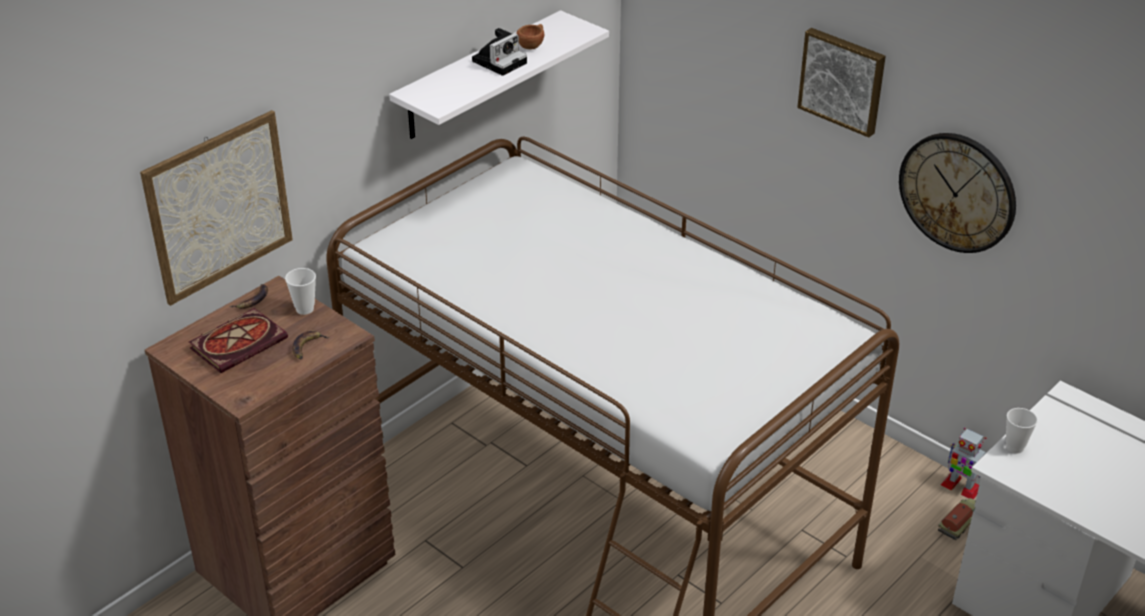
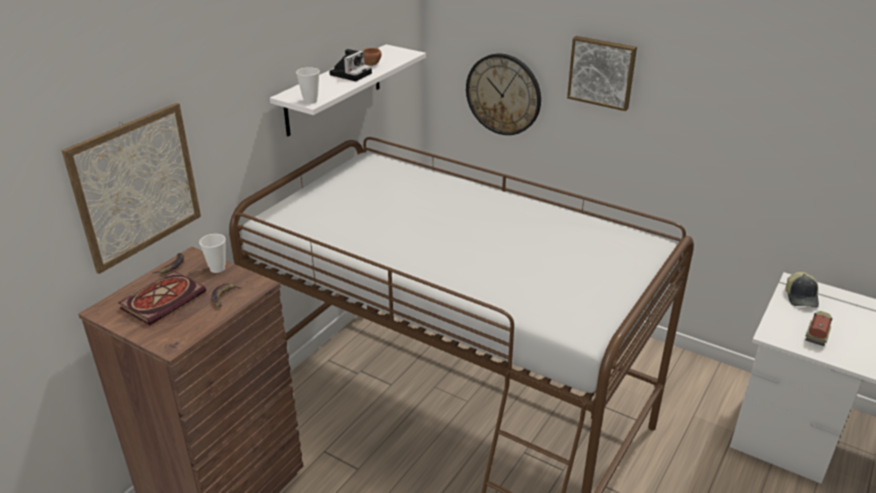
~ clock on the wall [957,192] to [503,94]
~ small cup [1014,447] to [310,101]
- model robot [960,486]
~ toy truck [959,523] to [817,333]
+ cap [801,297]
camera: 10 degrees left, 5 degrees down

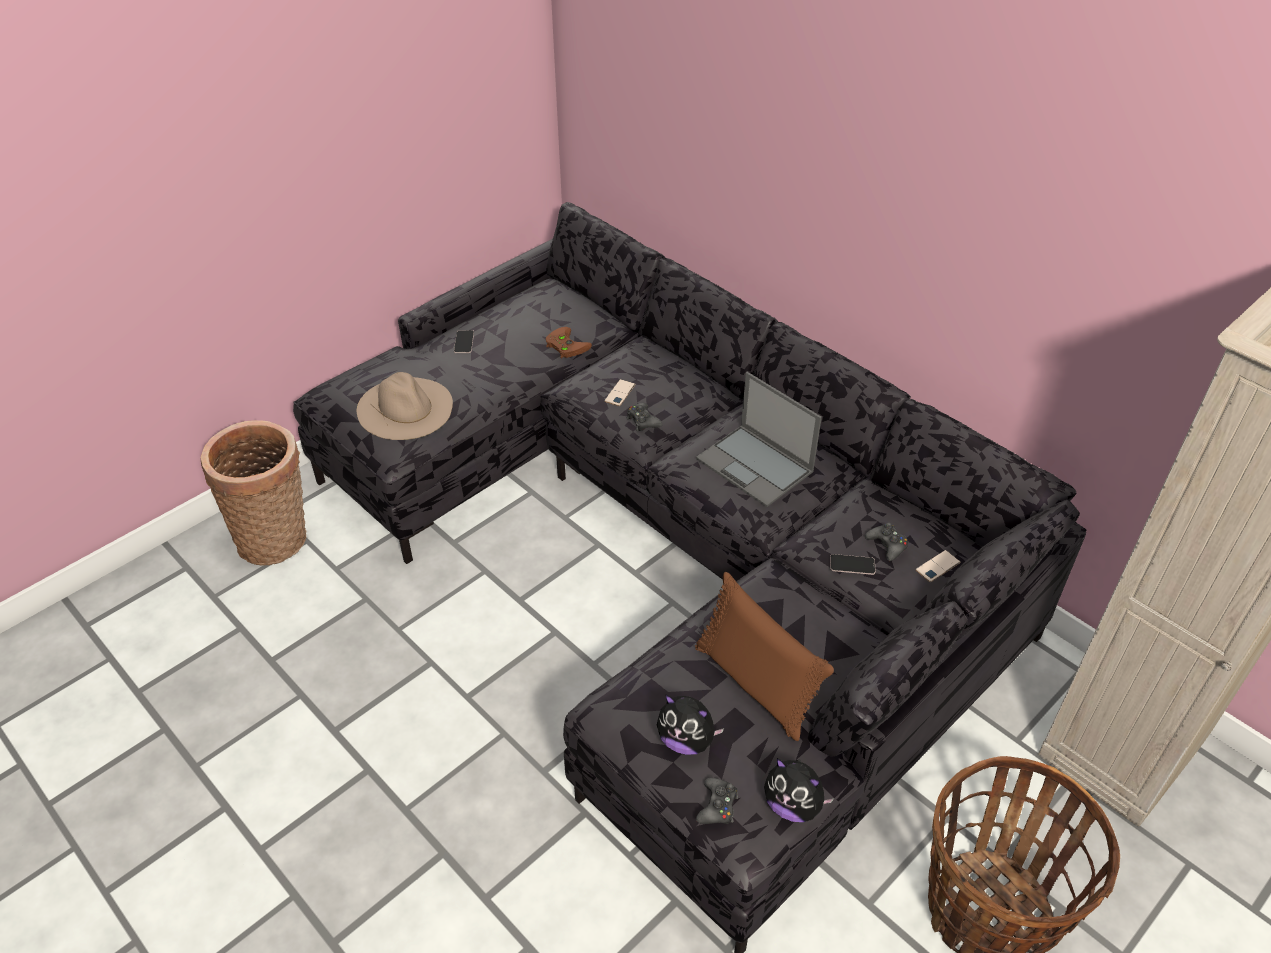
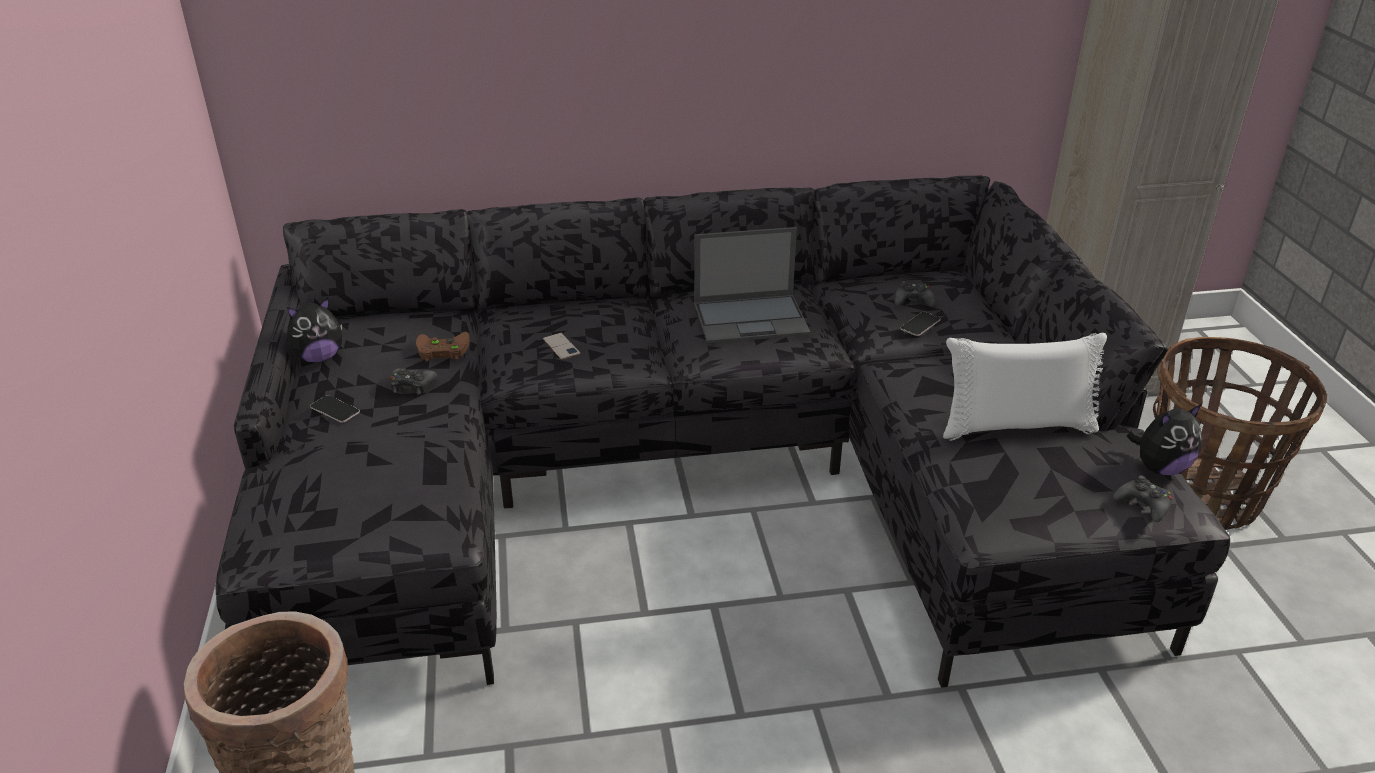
- beige wearable hat [405,408]
~ black gamepad [643,421] to [412,385]
- phone [937,566]
~ brown-coloured cushion [756,683] to white-coloured cushion [1016,426]
~ soft toy [686,740] to [319,357]
camera: 55 degrees left, 10 degrees down

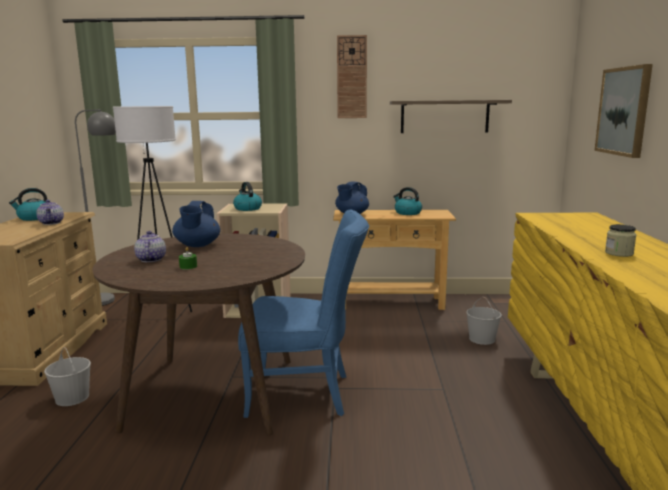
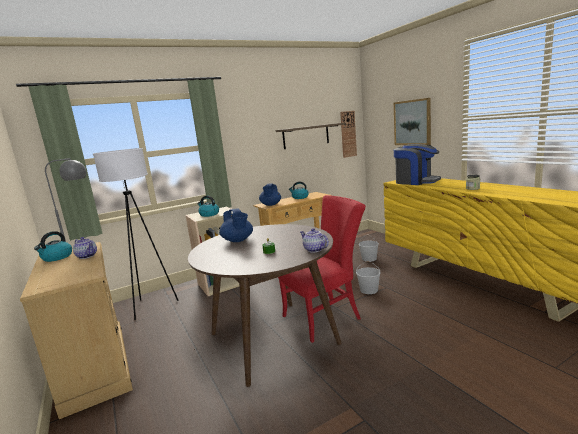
~ clock on the wall [352,77] to [348,134]
~ bluish plain chair [306,393] to red plain chair [326,316]
~ pot for tea [150,259] to [314,250]
~ white-coloured bucket [72,398] to [369,290]
+ coffee machine [416,181]
camera: 30 degrees left, 0 degrees up

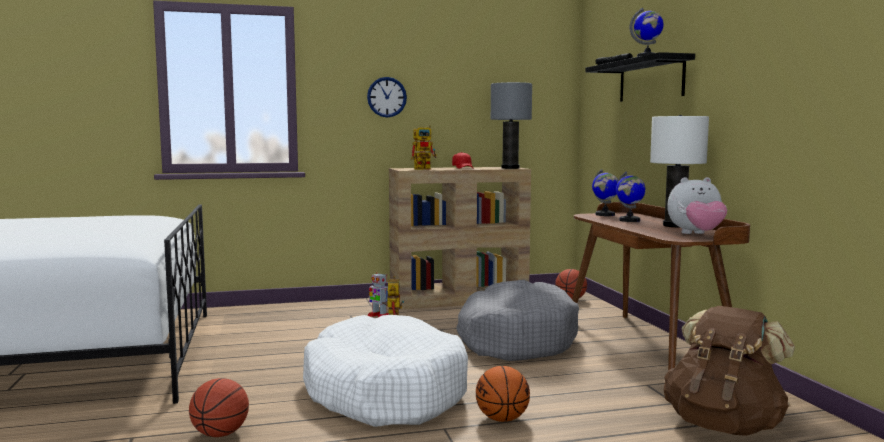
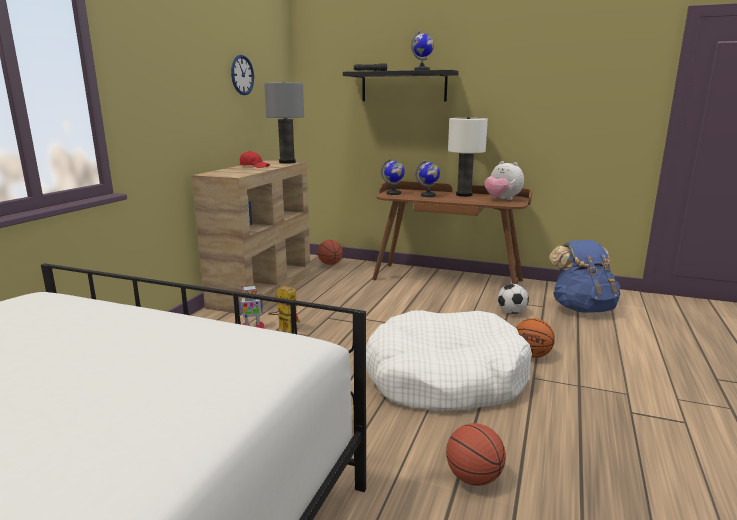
~ clock on the wall [386,97] to [242,75]
- model robot [425,169]
~ soft toy [696,234] = [502,199] 105 degrees clockwise
- grey pet bed [516,339]
~ brown-coloured knapsack [723,425] to bluish knapsack [582,308]
+ football ball [511,312]
camera: 55 degrees left, 10 degrees up

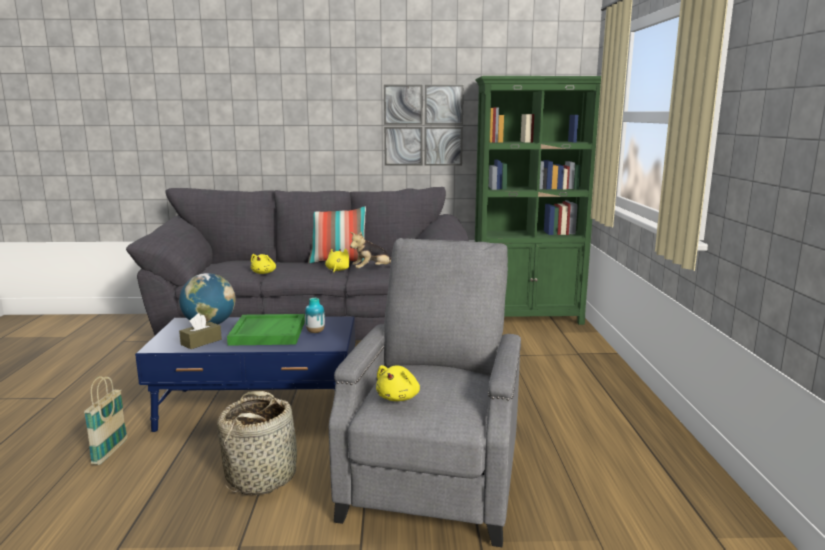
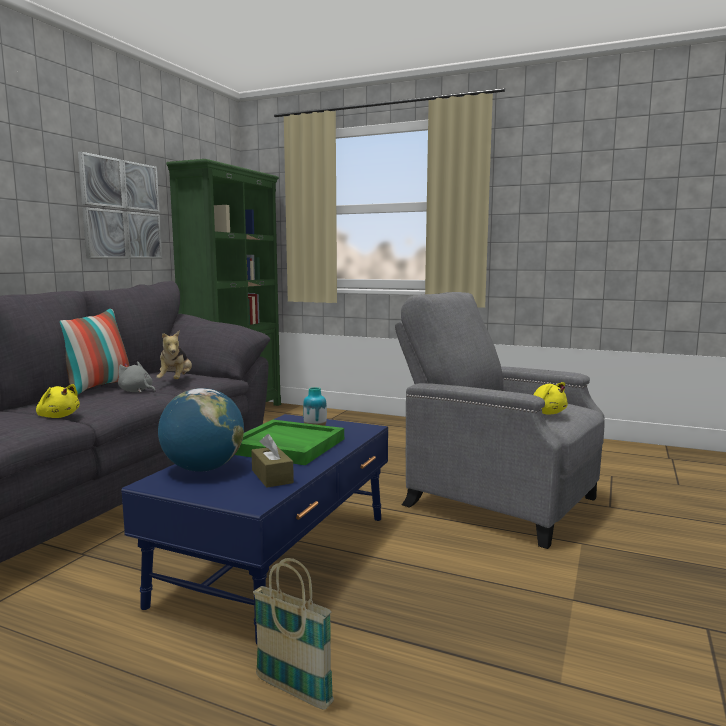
~ yellow-coloured soft toy [337,270] to grey soft toy [137,391]
- household basket [262,476]
camera: 65 degrees left, 5 degrees down

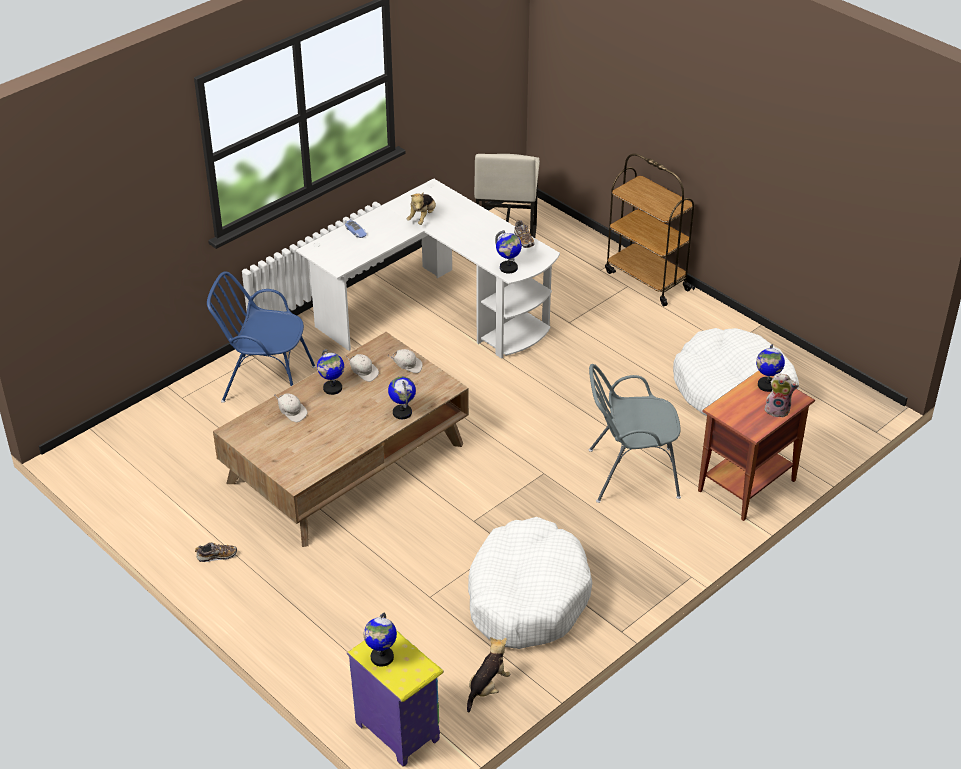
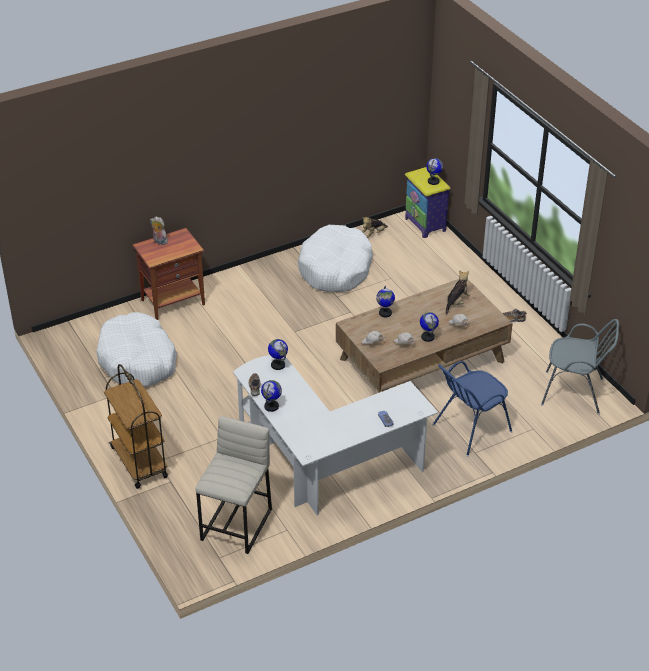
~ soft toy [422,217] to [456,302]
~ bluish plain chair [265,382] = [470,429] 120 degrees clockwise
~ globe [767,385] to [271,406]
~ grey plain chair [629,474] to [575,392]
camera: 165 degrees left, 0 degrees up

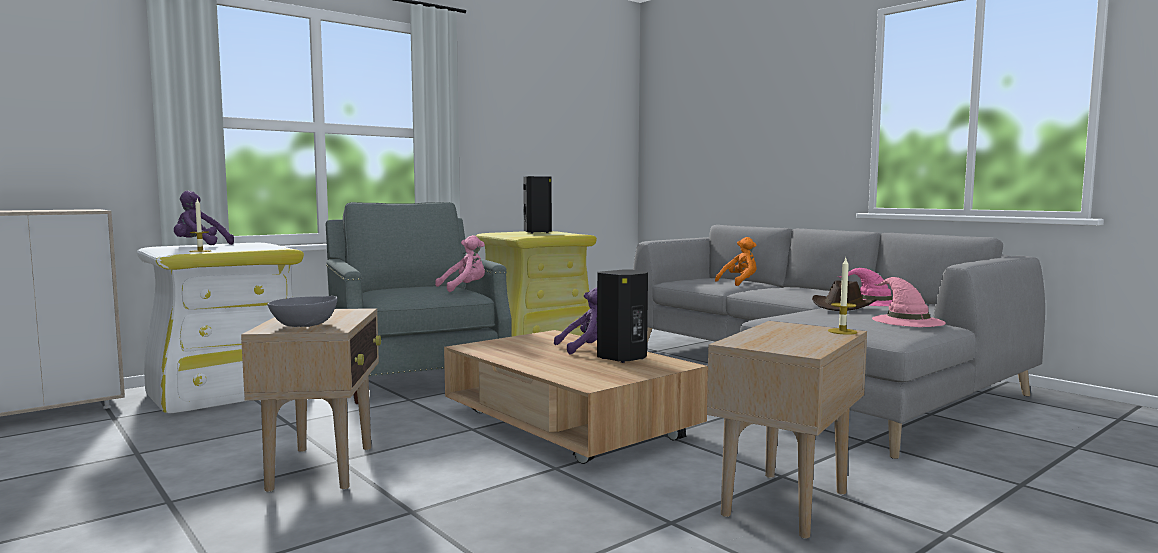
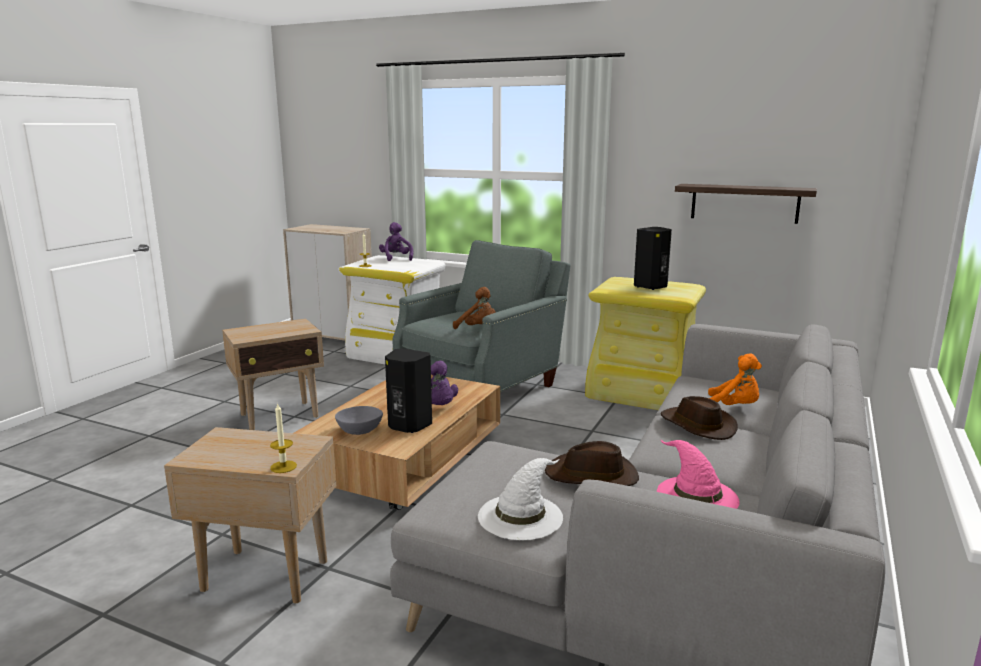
~ pink soft toy [464,288] to brown-coloured soft toy [478,328]
~ pink wearable hat [907,320] to white-coloured wearable hat [521,515]
~ grey serving bowl [303,325] to [359,430]
+ wall shelf [744,203]
+ brown-coloured wearable hat [697,425]
camera: 65 degrees right, 10 degrees up

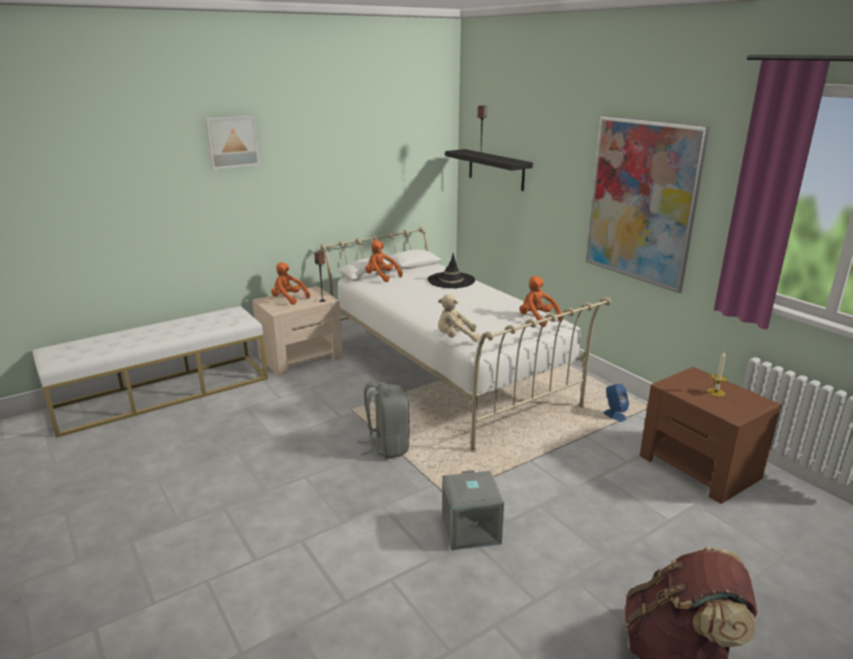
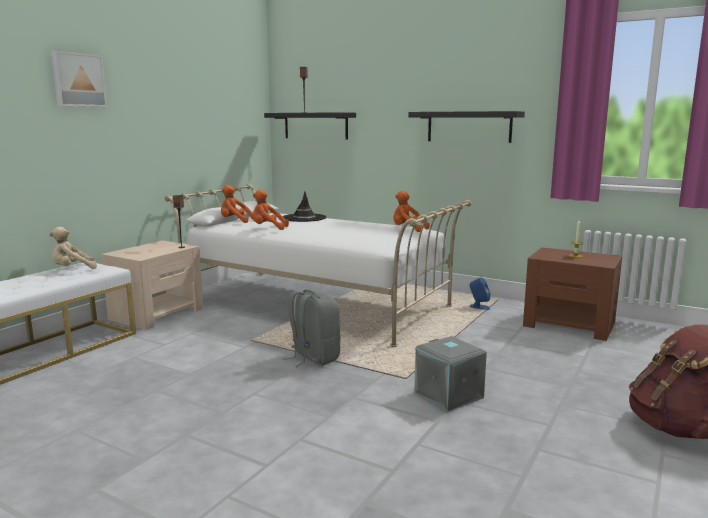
~ wall picture [641,201] to black wall shelf [469,126]
~ orange-coloured soft toy [288,299] to [267,228]
~ beige soft toy [455,338] to [72,269]
camera: 25 degrees left, 10 degrees down

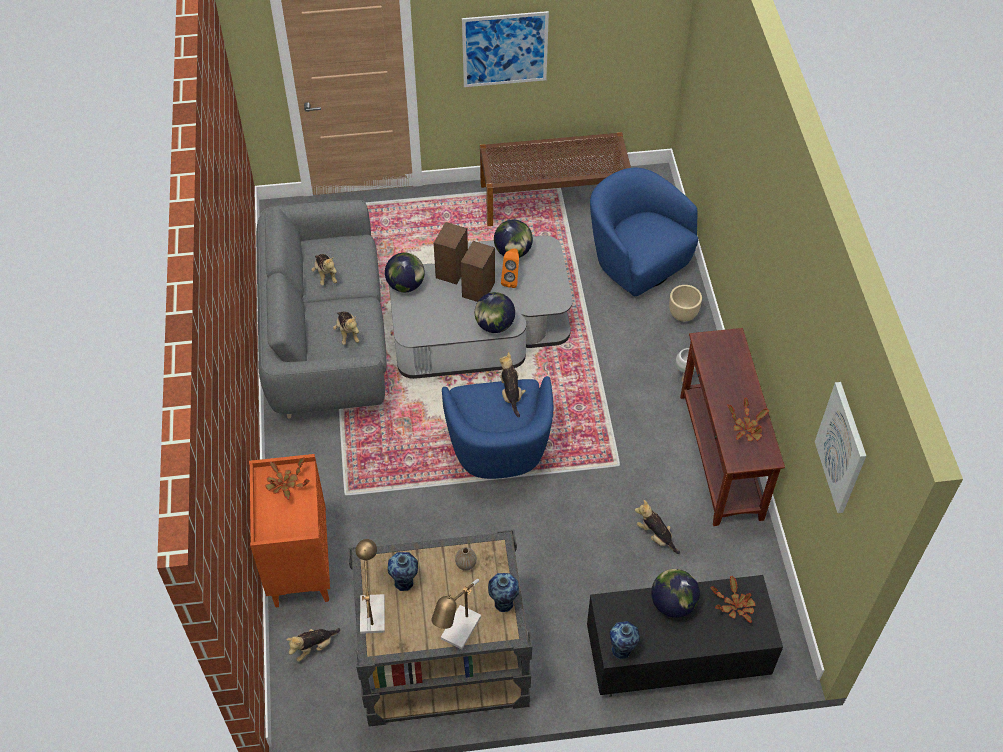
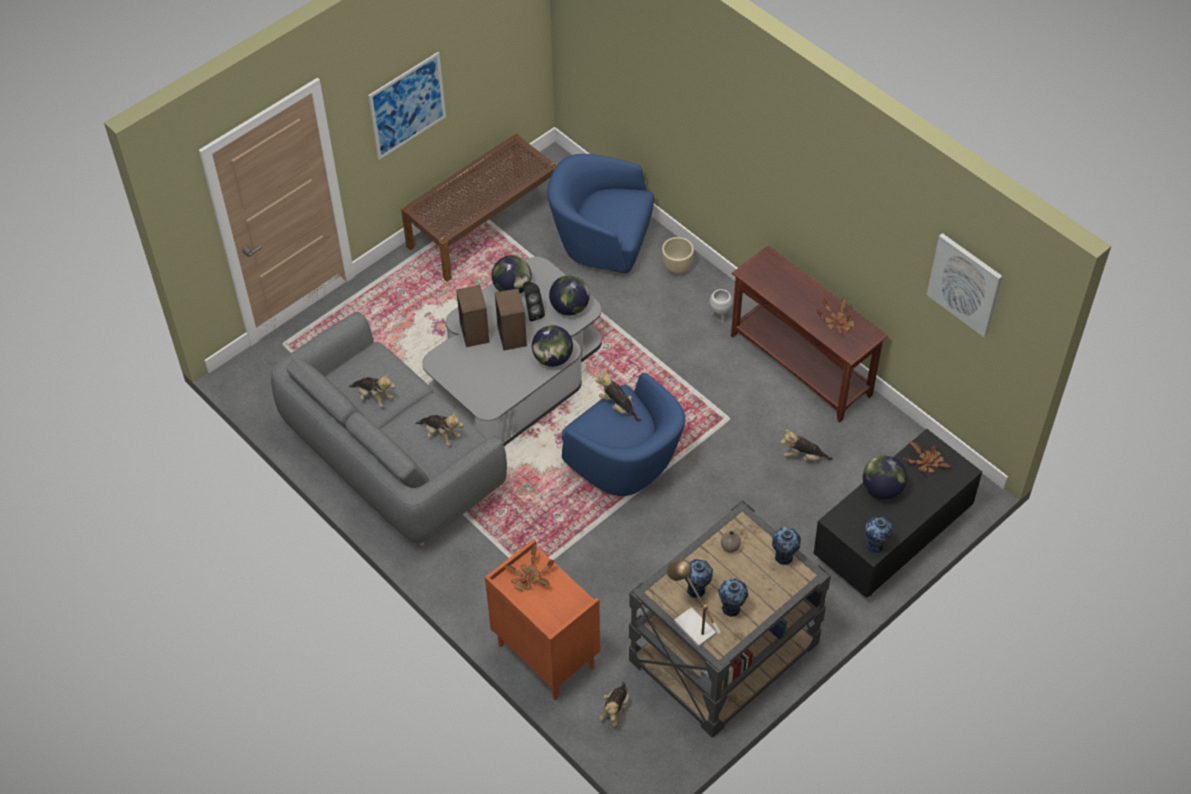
~ orange-coloured speaker [511,280] to black speaker [532,312]
~ globe [406,285] to [570,307]
- tabletop lamp [458,633]
+ decorative vase [731,609]
camera: 35 degrees left, 0 degrees up

